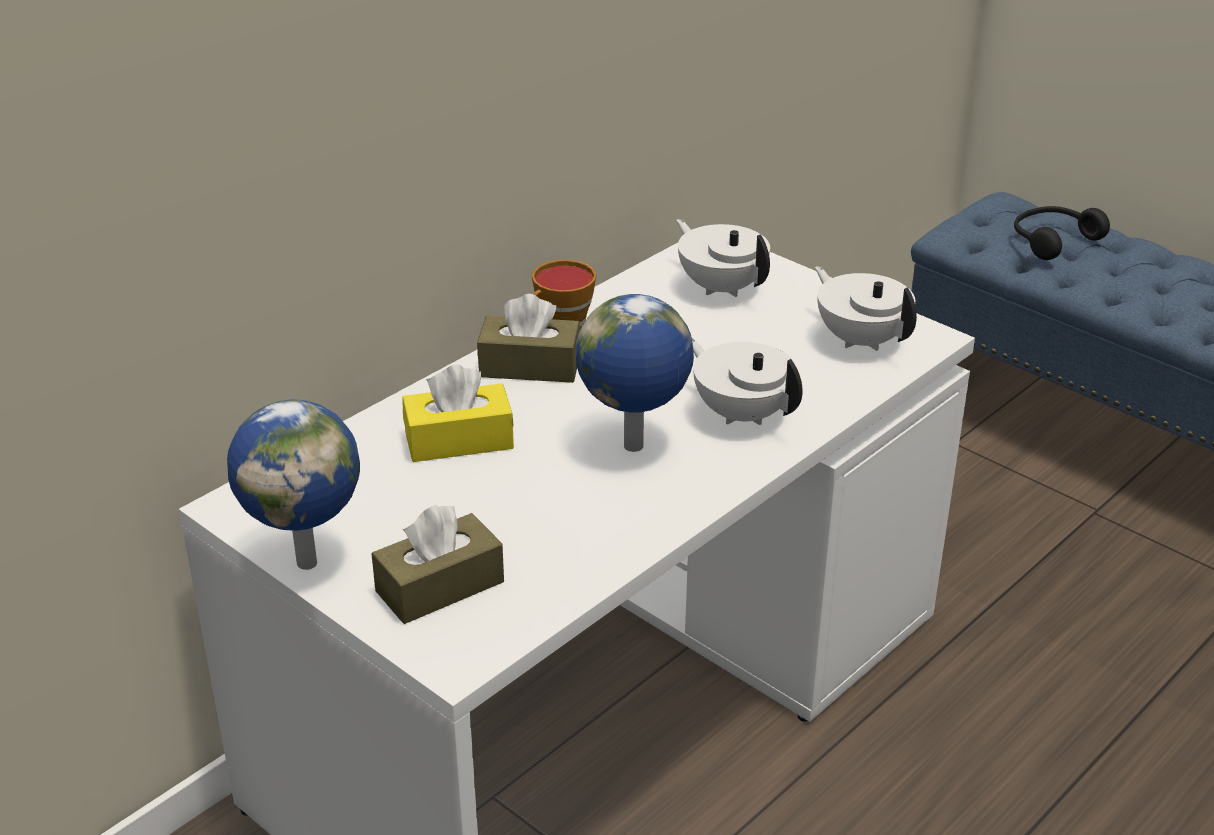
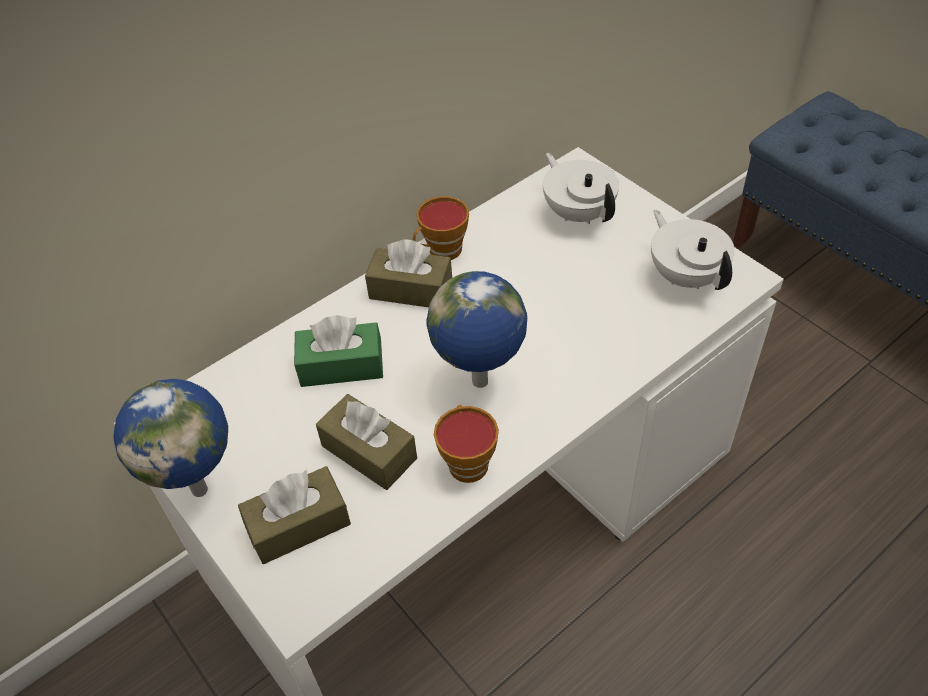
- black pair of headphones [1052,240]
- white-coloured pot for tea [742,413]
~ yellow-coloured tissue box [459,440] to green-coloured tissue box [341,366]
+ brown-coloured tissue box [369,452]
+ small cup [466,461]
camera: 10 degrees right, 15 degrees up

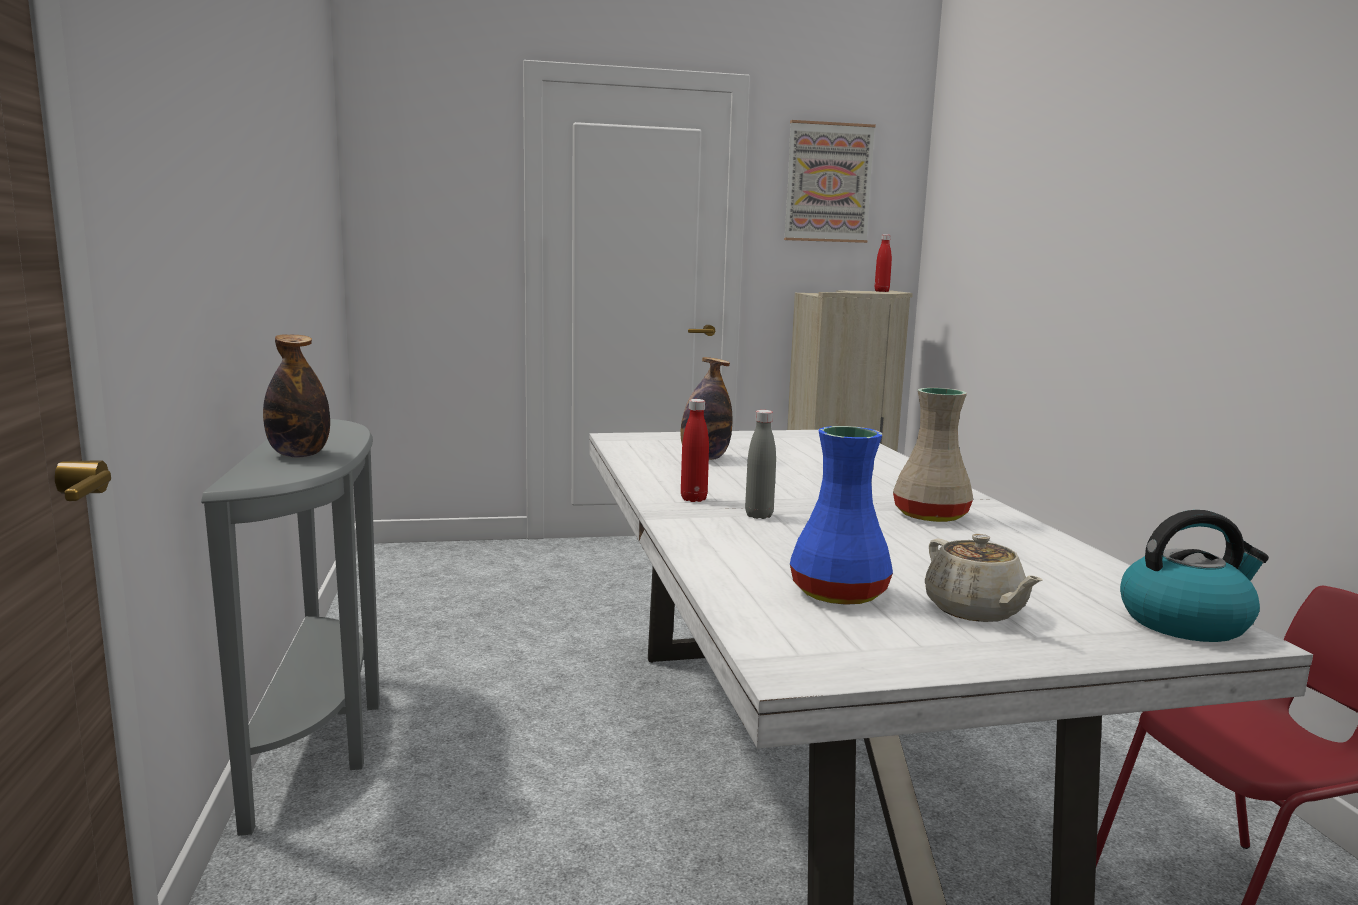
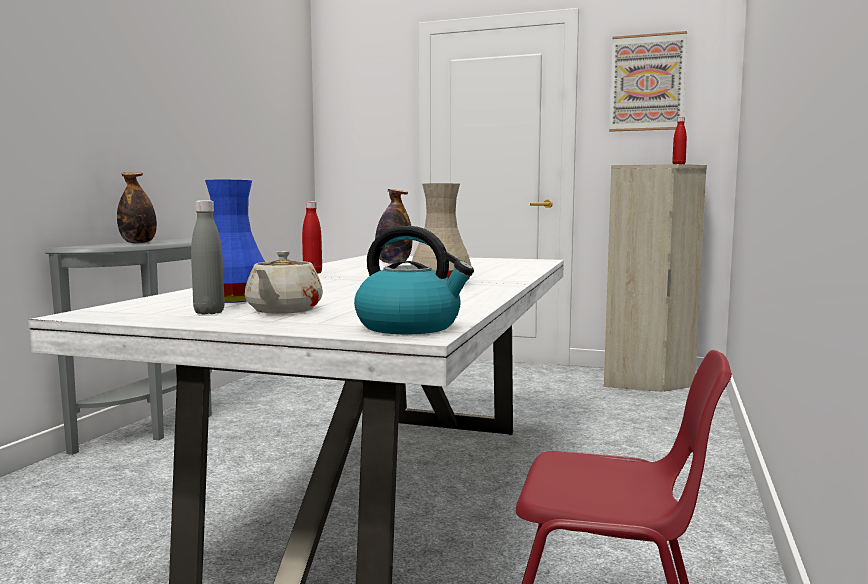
~ grey bottle [759,515] to [209,312]
camera: 30 degrees right, 5 degrees down

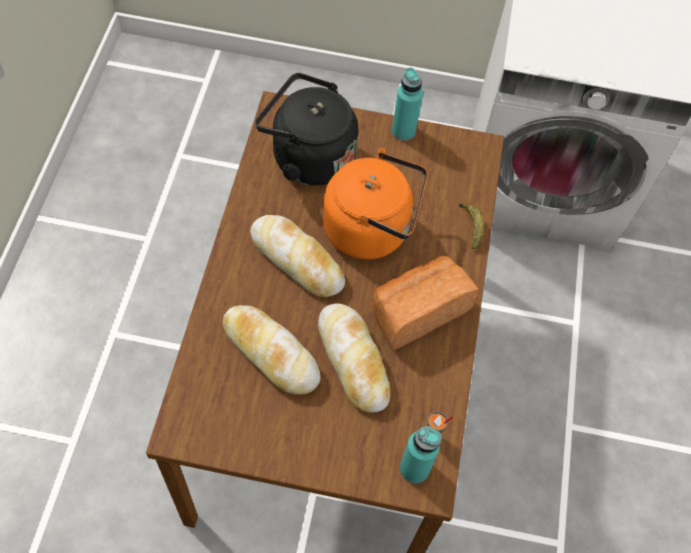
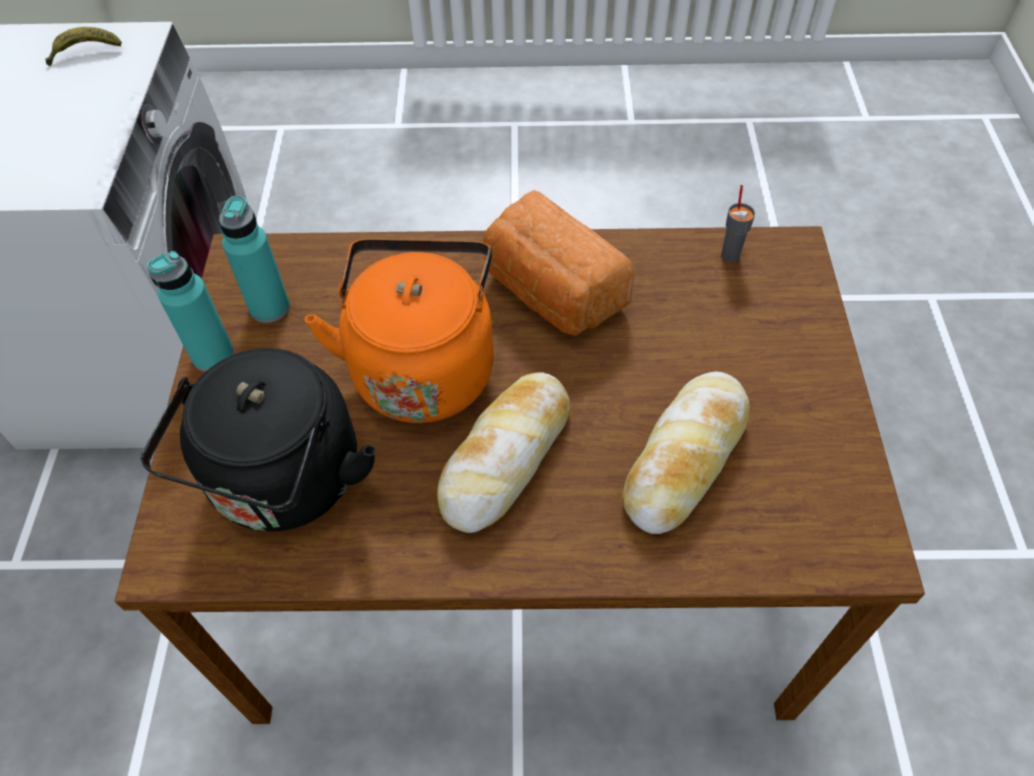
~ banana fruit [471,227] to [85,53]
- bakery bread [353,361]
~ turquoise bottle [414,468] to [269,307]
camera: 95 degrees left, 5 degrees down

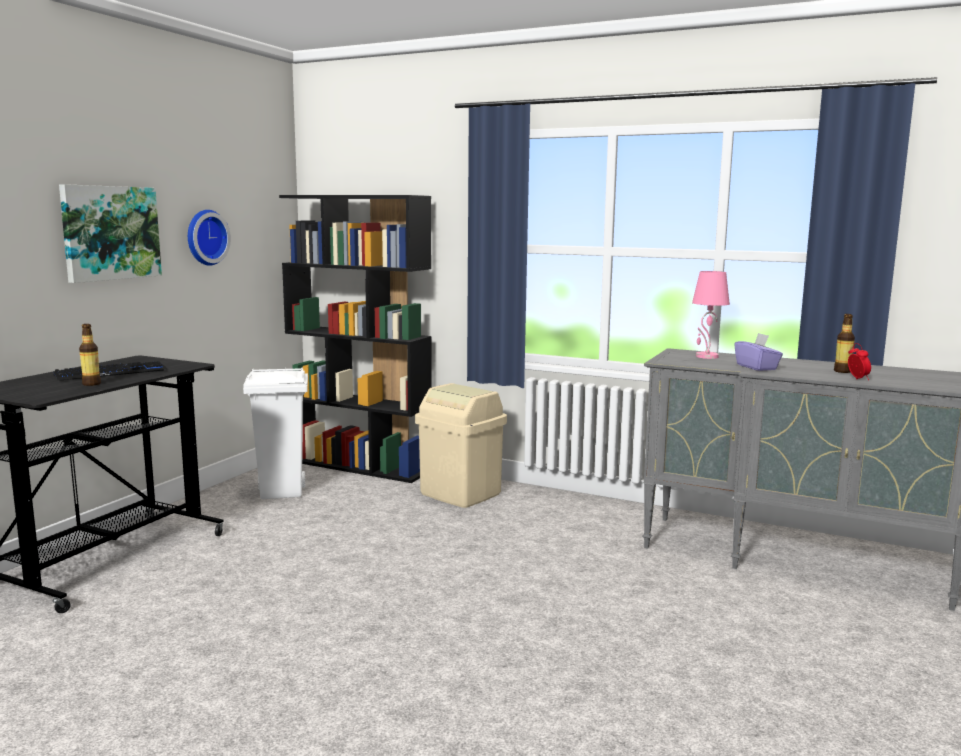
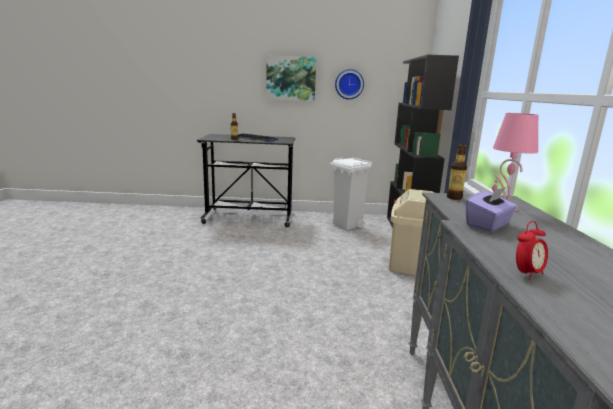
~ bottle [842,371] to [454,197]
camera: 65 degrees right, 5 degrees up

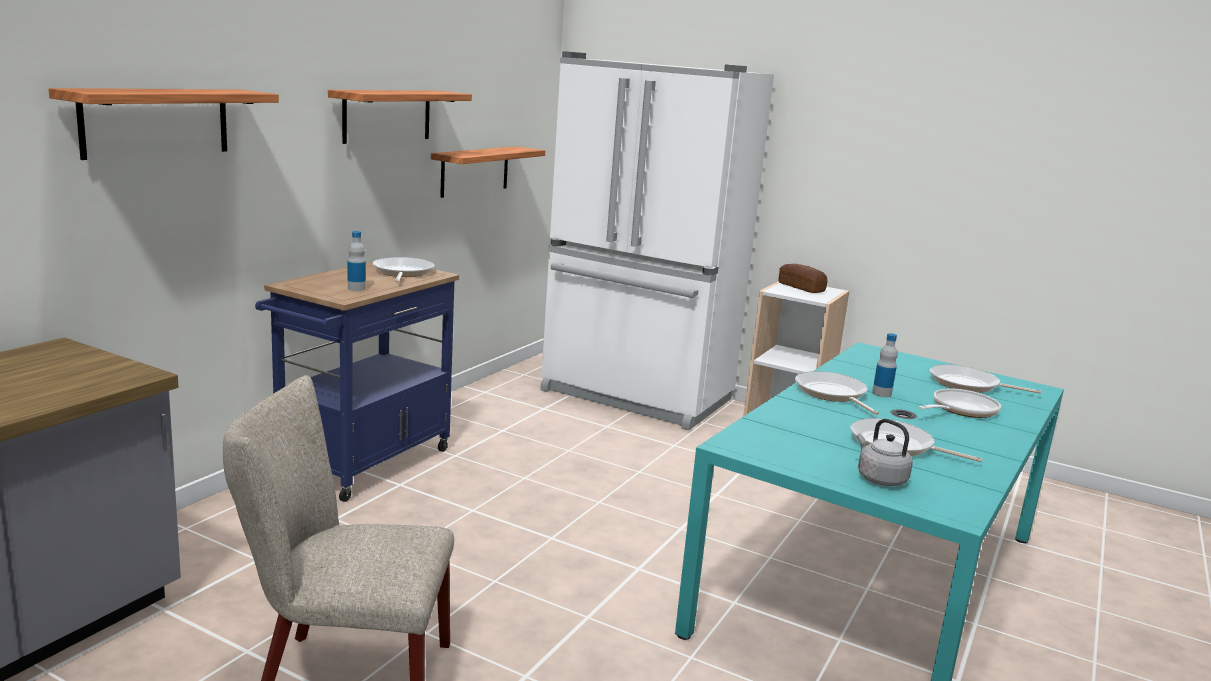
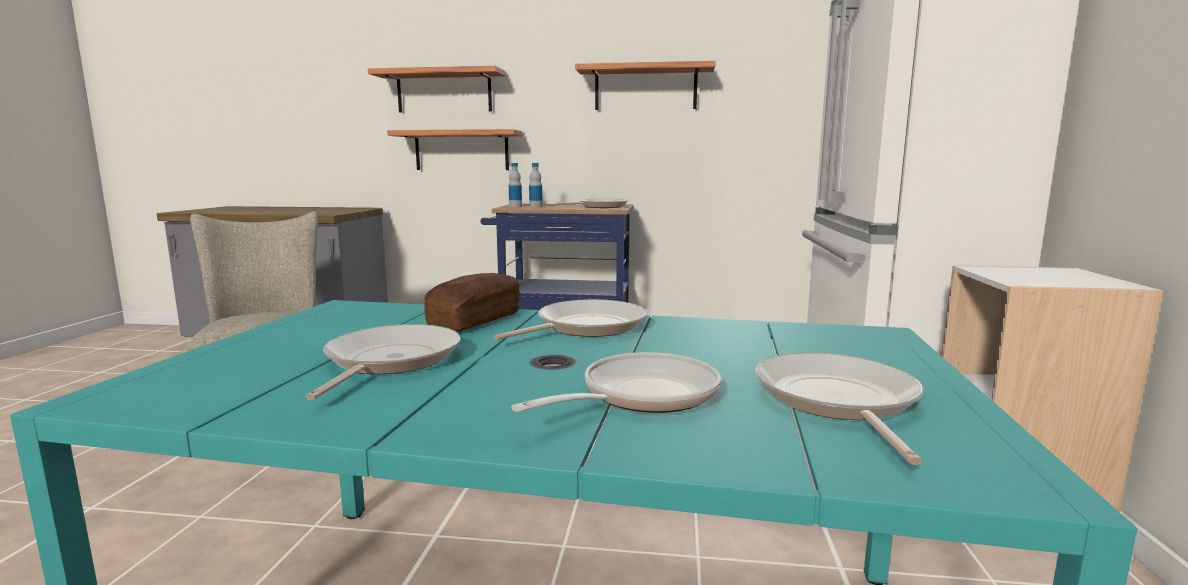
~ wall shelf [475,171] to [461,150]
~ bakery bread [801,288] to [475,321]
~ bottle [881,393] to [515,206]
~ skillet [960,409] = [641,396] 75 degrees counterclockwise
- grey water kettle [879,478]
camera: 70 degrees right, 5 degrees down

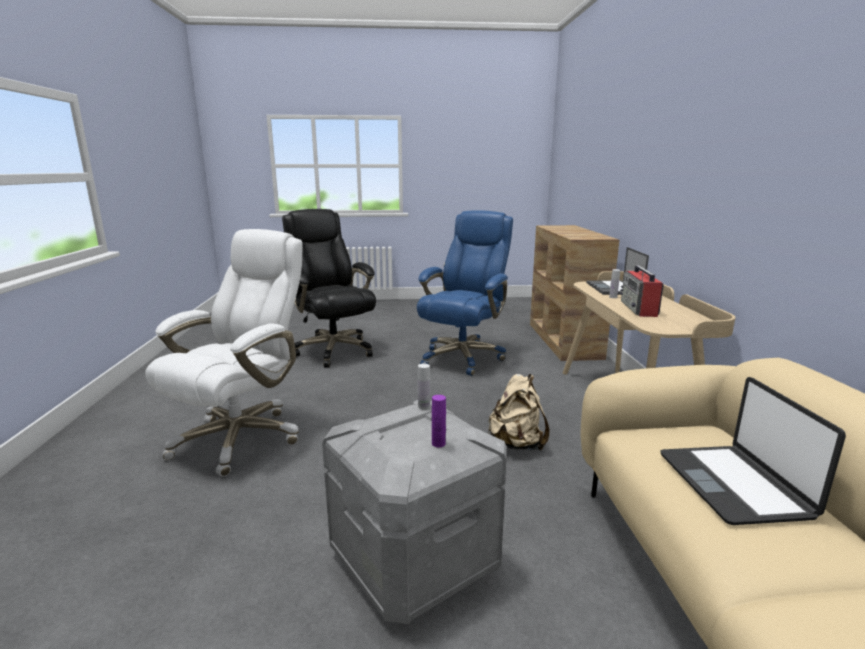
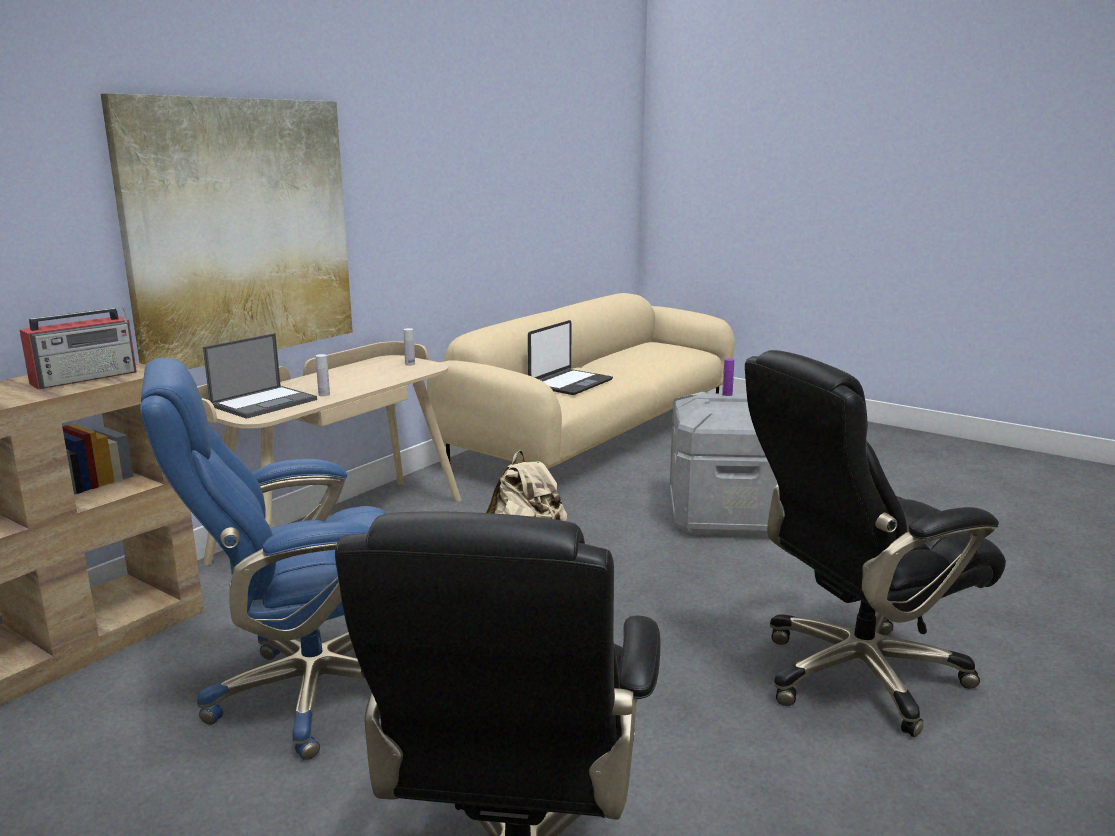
~ white-coloured desk chair [243,438] to black desk chair [852,677]
~ radio set [639,309] to [86,378]
~ white-coloured bottle [424,406] to [410,364]
+ wall picture [241,230]
camera: 140 degrees left, 0 degrees up

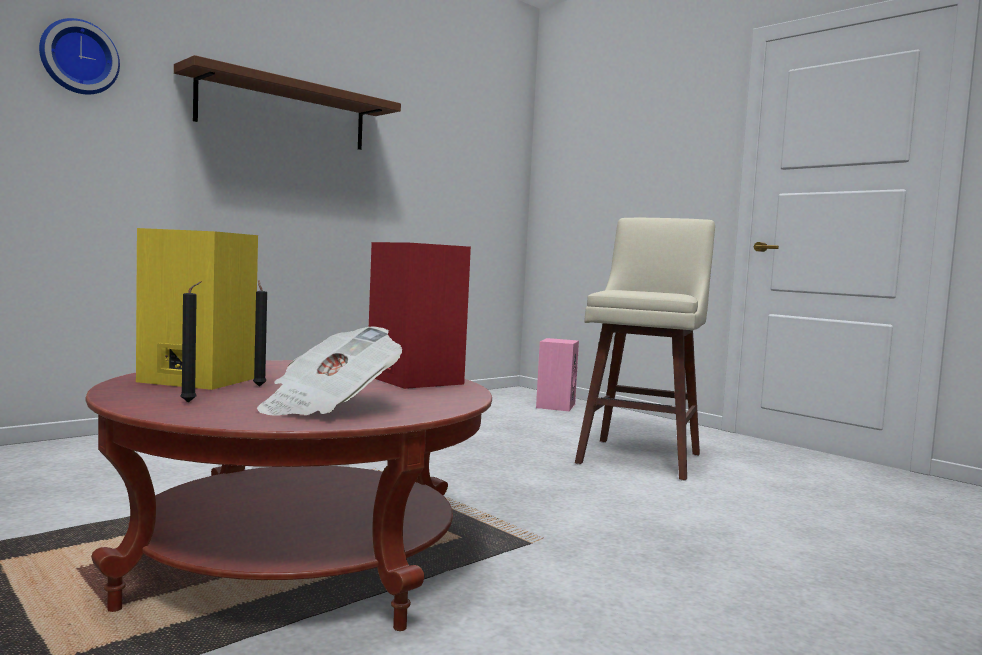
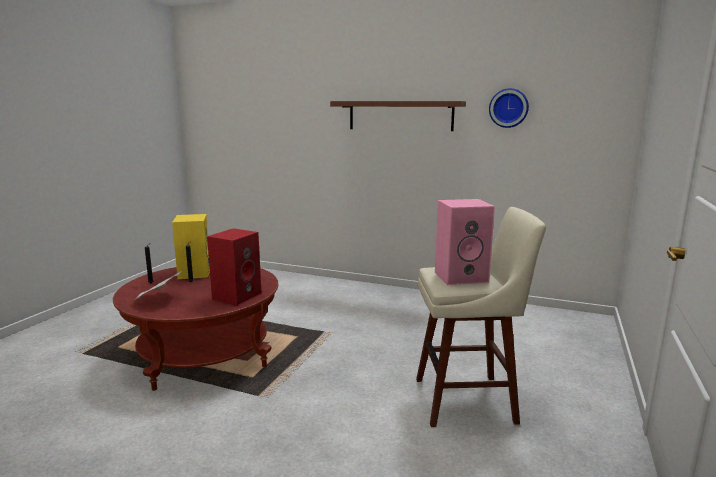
~ clock on the wall [78,58] to [508,108]
~ pink speaker [555,406] to [461,276]
camera: 65 degrees right, 10 degrees up

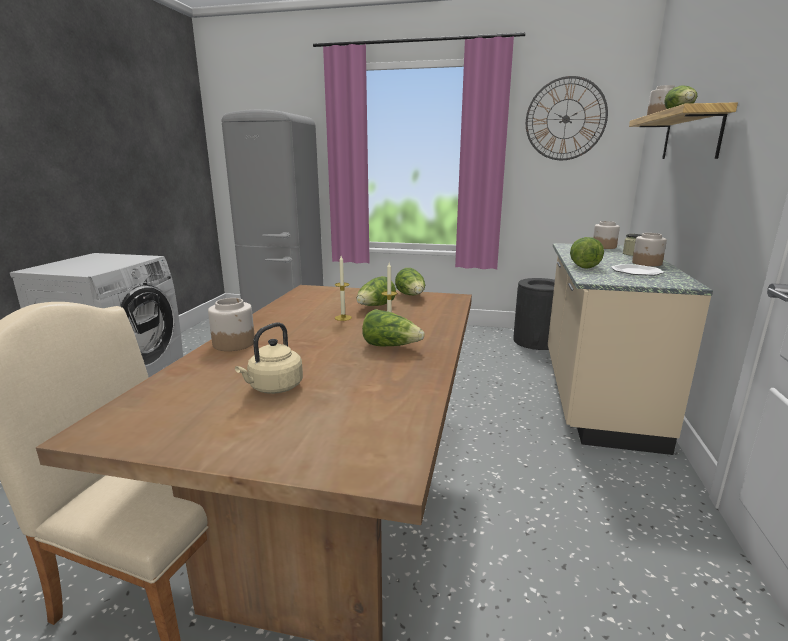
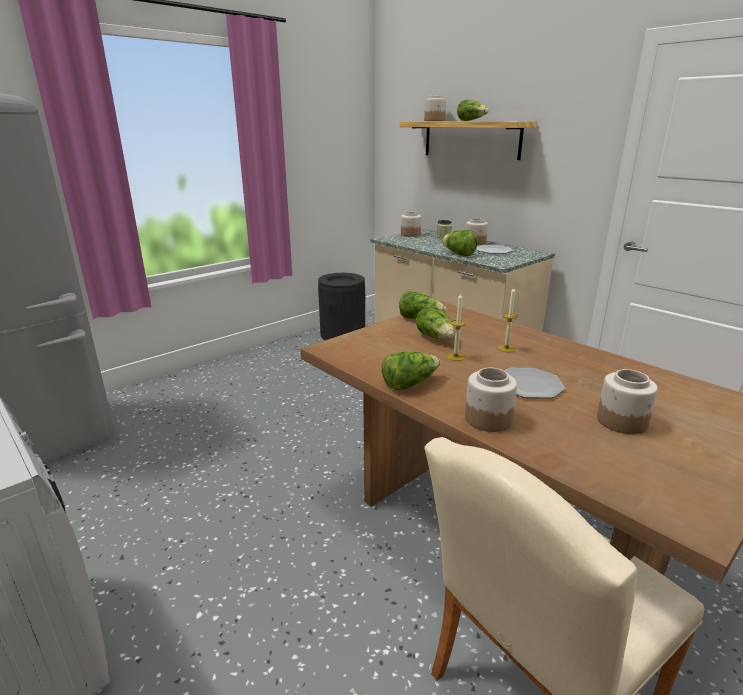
- clock on the wall [565,119]
~ lettuce head [391,346] to [409,383]
~ beige water kettle [274,388] to jar [622,421]
+ plate [529,385]
camera: 55 degrees left, 5 degrees up

